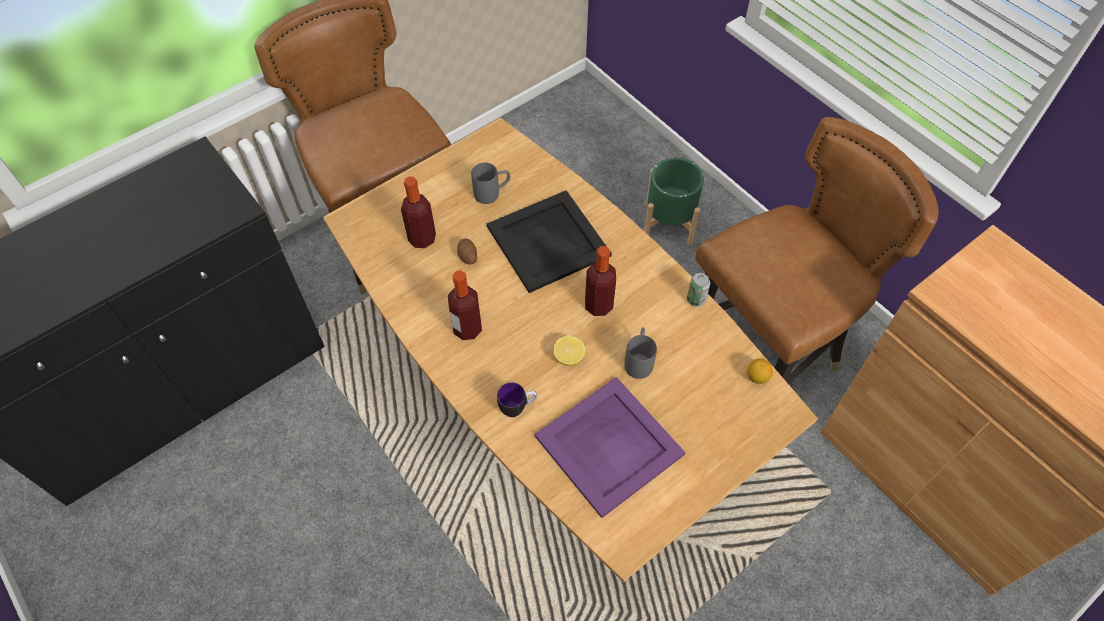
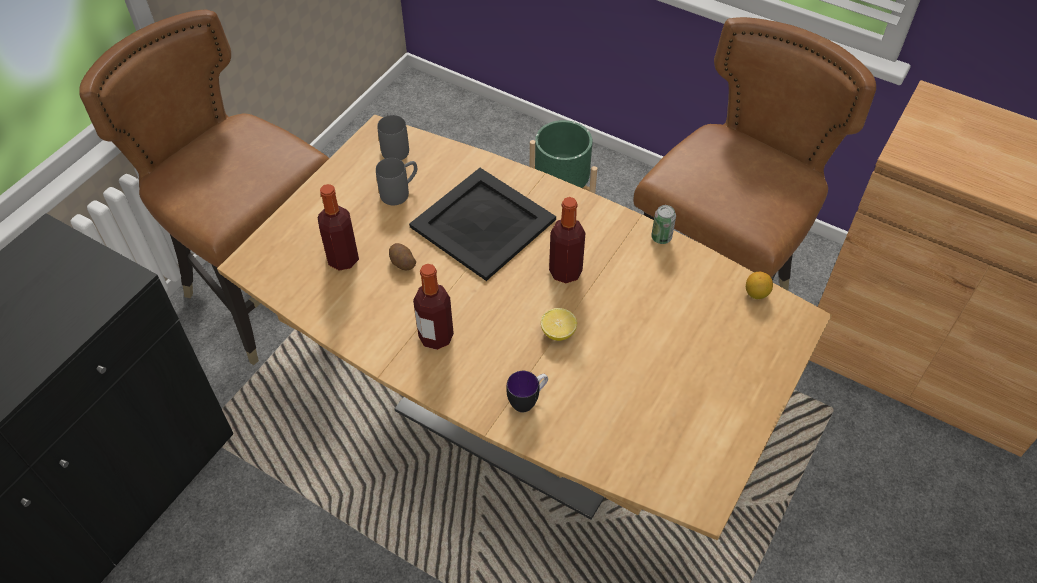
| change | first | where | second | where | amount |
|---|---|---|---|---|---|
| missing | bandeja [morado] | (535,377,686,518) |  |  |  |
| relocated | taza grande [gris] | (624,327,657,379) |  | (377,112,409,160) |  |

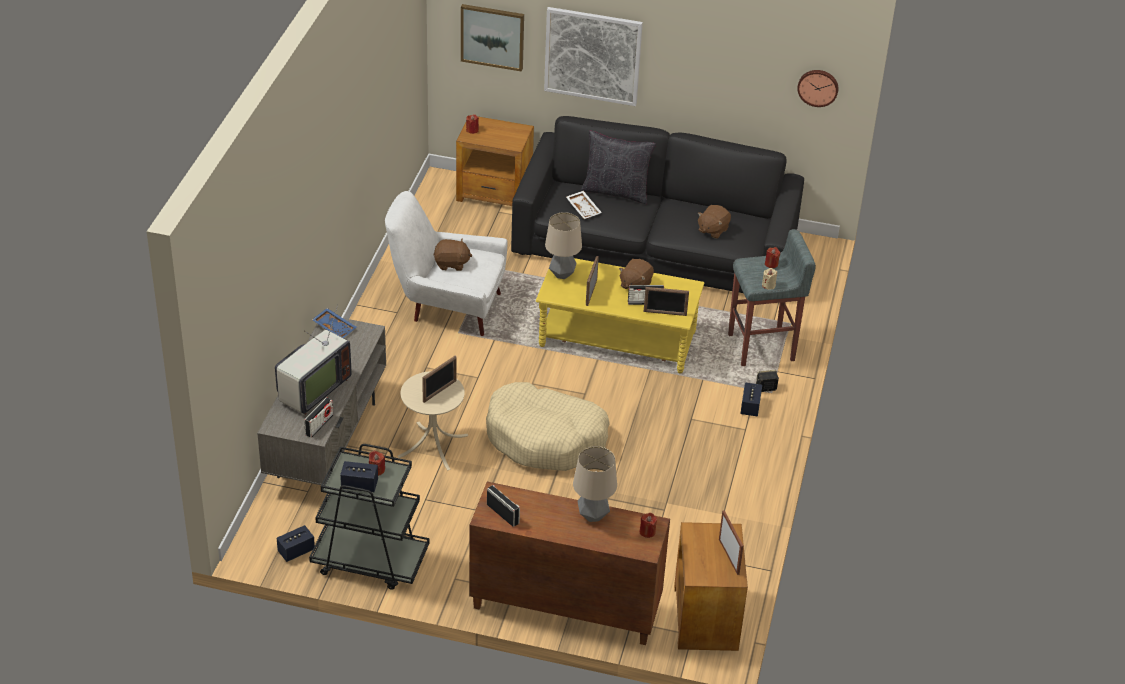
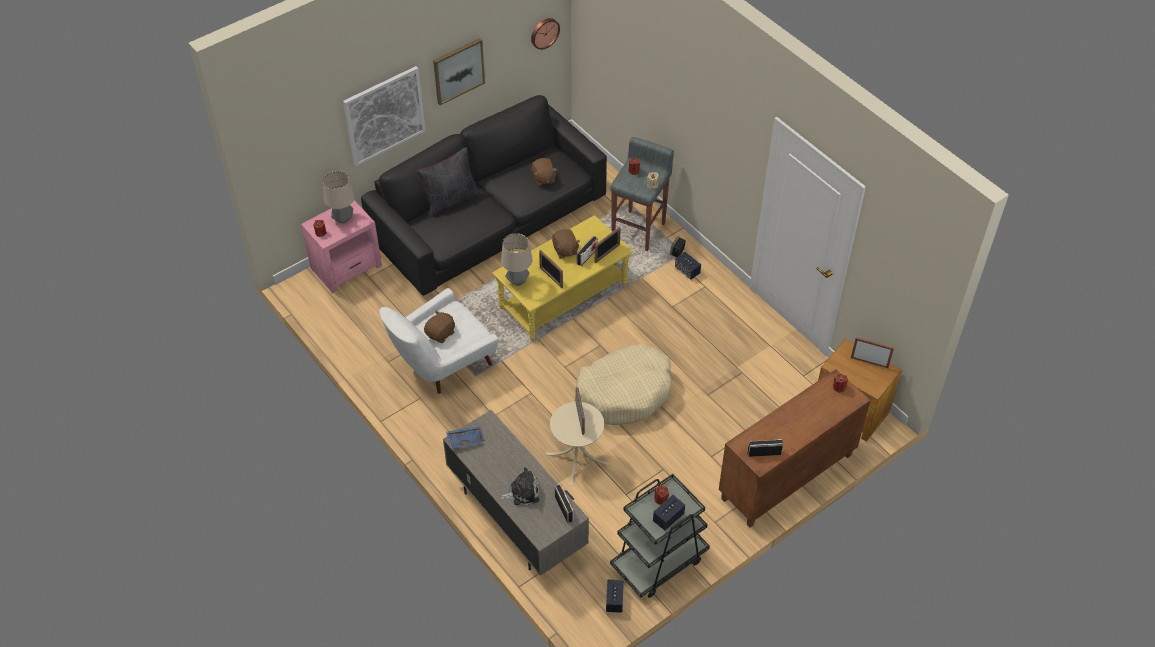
| change | first | where | second | where | amount |
|---|---|---|---|---|---|
| missing | bandeja [blanco] | (566,191,602,219) |  |  |  |
| relocated | cuadro | (461,4,524,72) |  | (433,38,485,105) |  |
| relocated | lámpara de mesa | (573,446,617,522) |  | (323,171,355,223) |  |
| exchanged | televisor | (275,305,351,415) | peluche | (500,467,539,505) |  |
| colour | mesa auxiliar [marrón] | (456,115,534,206) | mesa auxiliar [rosa] | (301,200,382,293) |  |

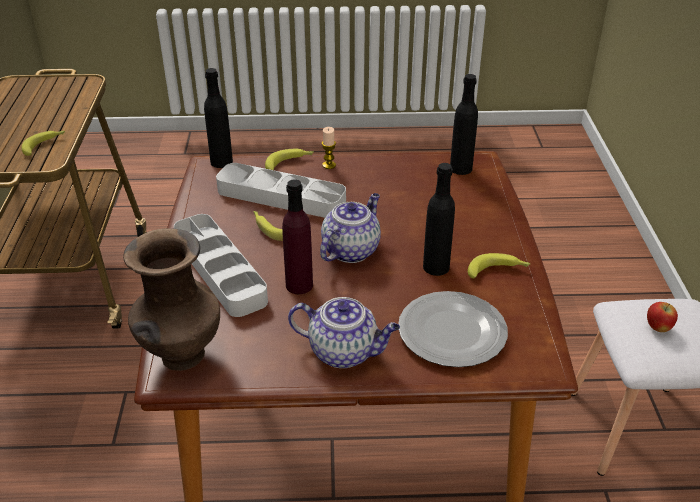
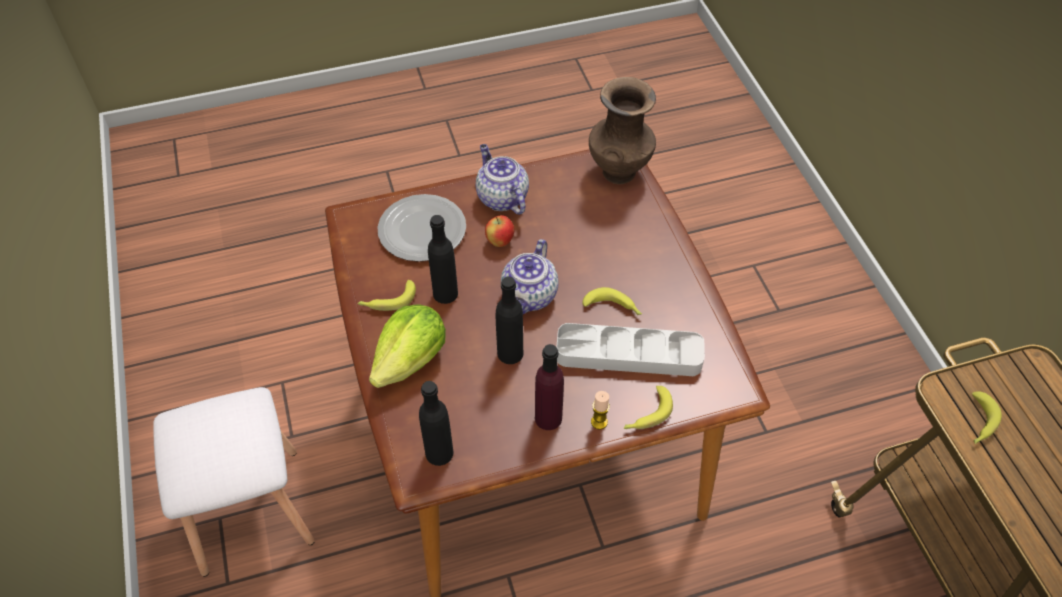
| change | first | where | second | where | amount |
|---|---|---|---|---|---|
| missing | bandeja [gris] | (174,214,268,317) |  |  |  |
| appeared |  |  | lechuga | (369,305,446,388) |  |
| relocated | botella [negro] | (204,68,233,168) |  | (496,277,523,364) |  |
| relocated | botella [morado] | (282,179,313,294) |  | (535,344,564,430) |  |
| relocated | manzana | (647,302,678,332) |  | (485,215,515,247) |  |
| spun | tetera | (288,297,400,368) |  | (476,144,529,215) | 60 degrees clockwise |

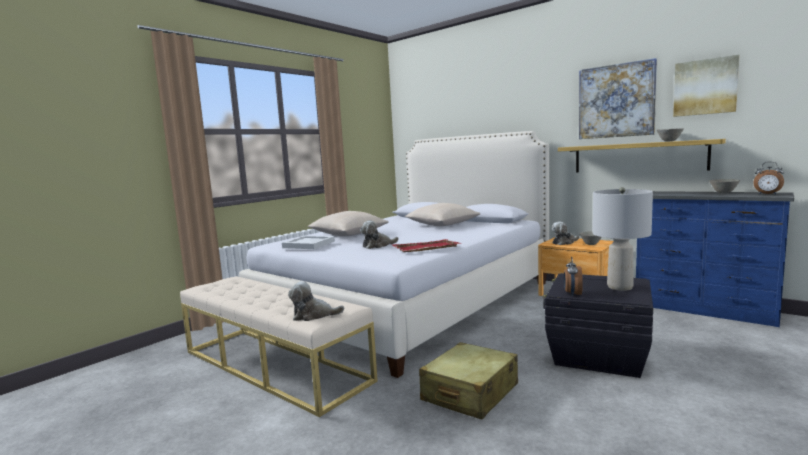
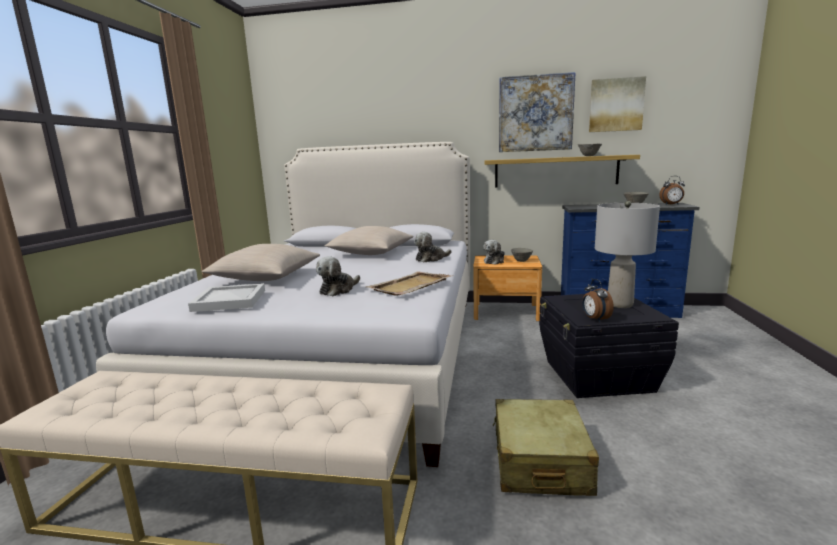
| change | first | where | second | where | amount |
|---|---|---|---|---|---|
| relocated | peluche | (288,281,344,321) |  | (414,232,451,263) |  |
| colour | bandeja [rojo] | (392,239,462,252) | bandeja [beis] | (366,271,452,296) |  |

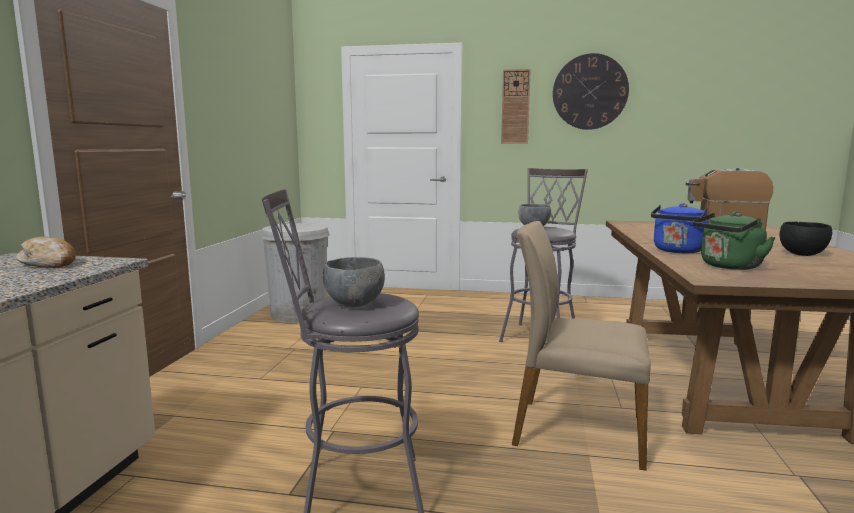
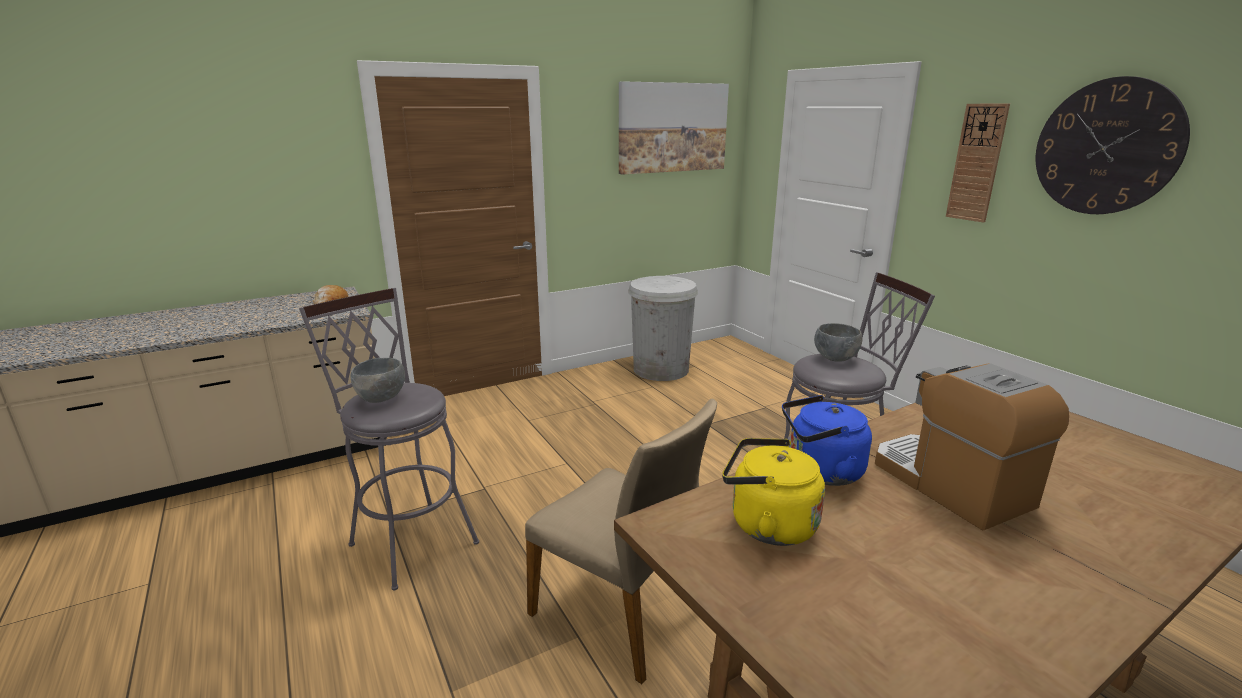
| change | first | where | second | where | amount |
|---|---|---|---|---|---|
| missing | cuenco [negro] | (779,222,832,256) |  |  |  |
| appeared |  |  | cuadro | (619,81,729,175) |  |
| colour | hervidor [verde] | (693,212,776,270) | hervidor [amarillo] | (722,438,825,546) |  |
| spun | silla [beis] | (512,221,651,471) |  | (525,399,717,684) | 150 degrees clockwise |

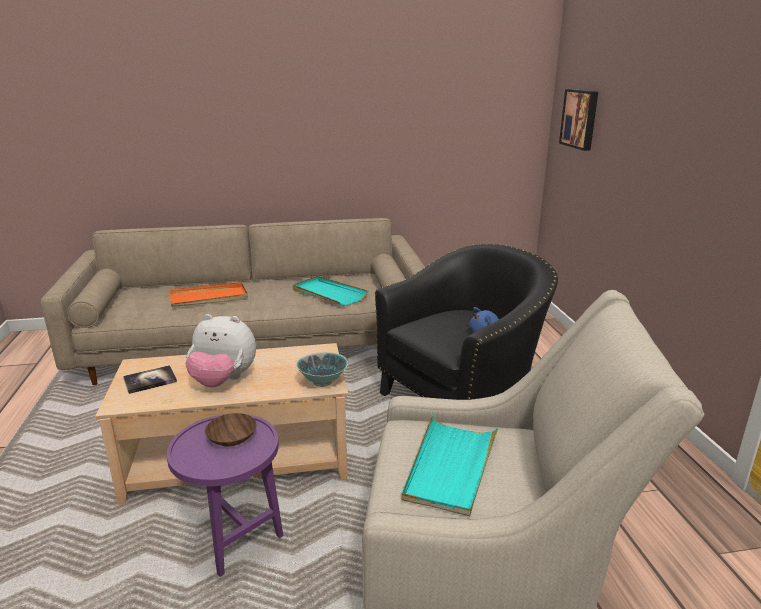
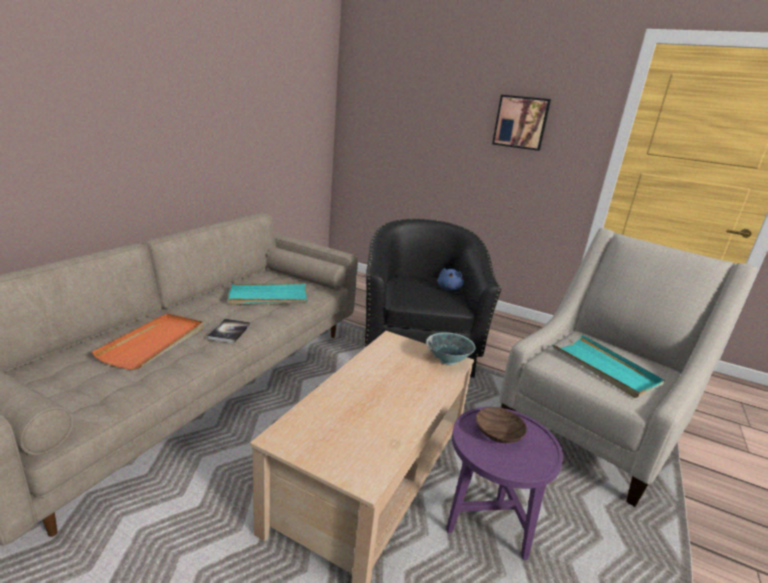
| change | first | where | second | where | amount |
|---|---|---|---|---|---|
| missing | peluche | (185,314,256,387) |  |  |  |
| relocated | libro | (123,365,177,394) |  | (207,319,250,343) |  |
| relocated | cuadro | (559,89,598,151) |  | (492,95,551,151) |  |

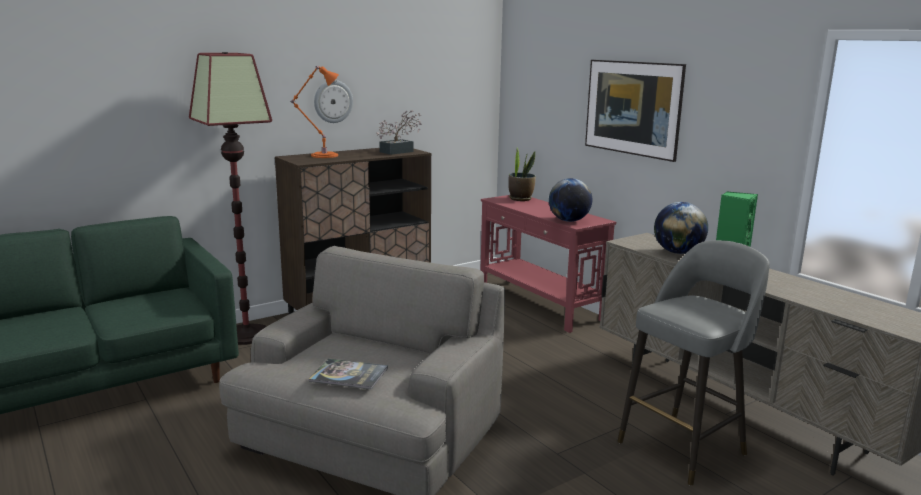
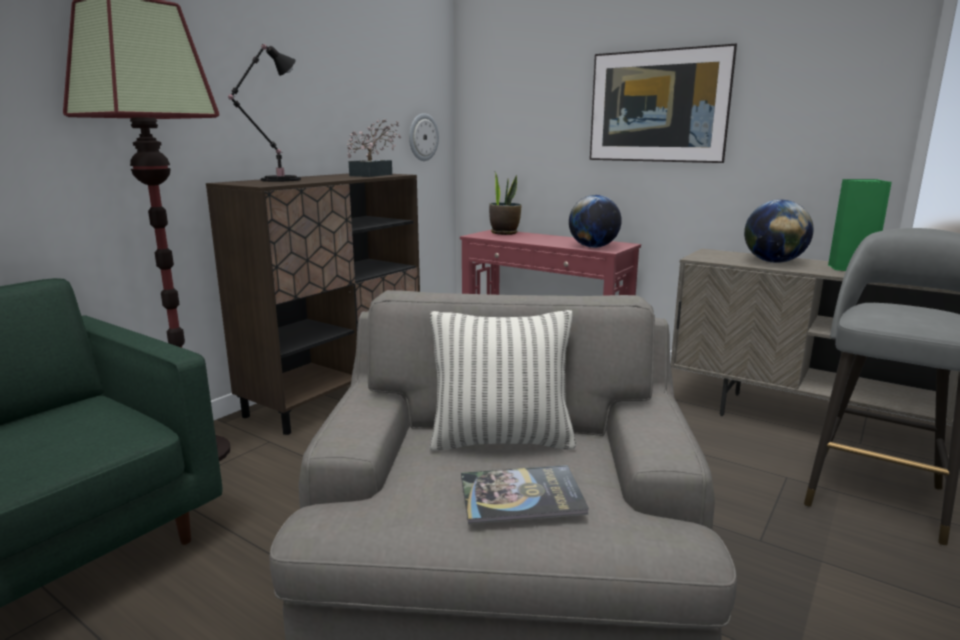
| change | first | where | second | where | amount |
|---|---|---|---|---|---|
| appeared |  |  | cojín | (430,310,576,451) |  |
| relocated | reloj de pared | (314,80,353,123) |  | (409,113,439,161) |  |
| colour | lámpara de mesa [naranja] | (291,66,339,158) | lámpara de mesa [negro] | (228,44,301,182) |  |

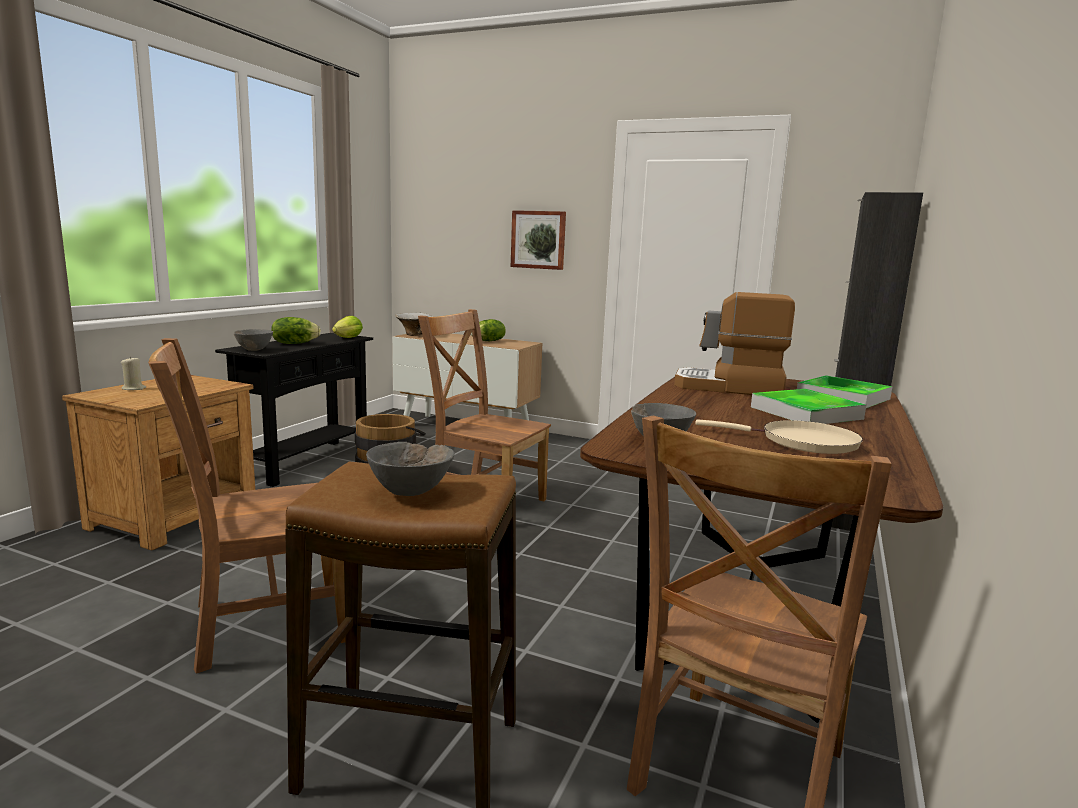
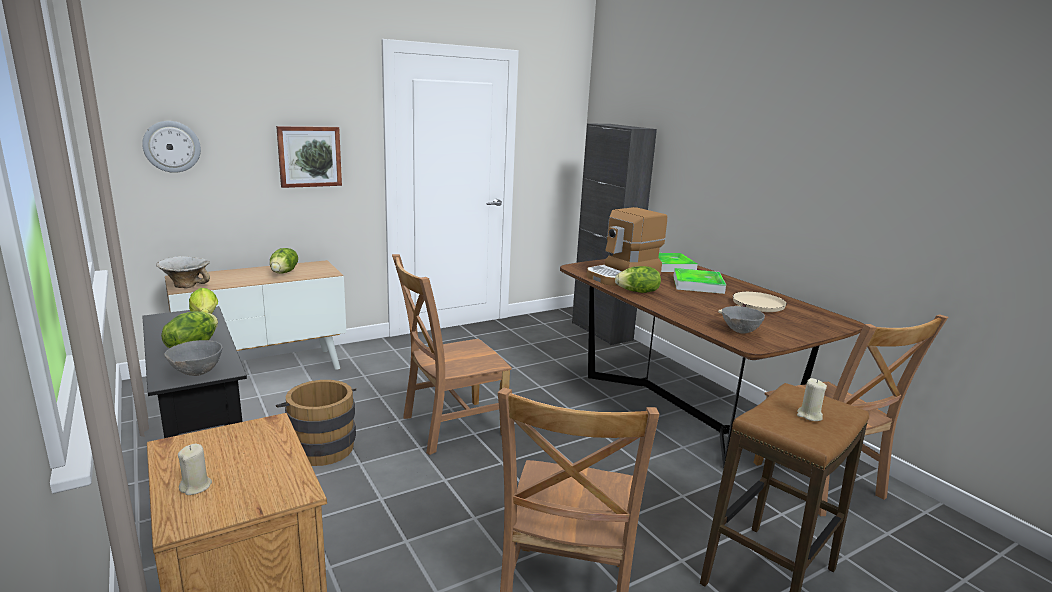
| change | first | where | second | where | amount |
|---|---|---|---|---|---|
| appeared |  |  | reloj de pared | (142,121,201,173) |  |
| appeared |  |  | lechuga | (615,266,661,293) |  |
| exchanged | cuenco [gris] | (366,442,455,496) | vela [beis] | (797,378,827,421) |  |

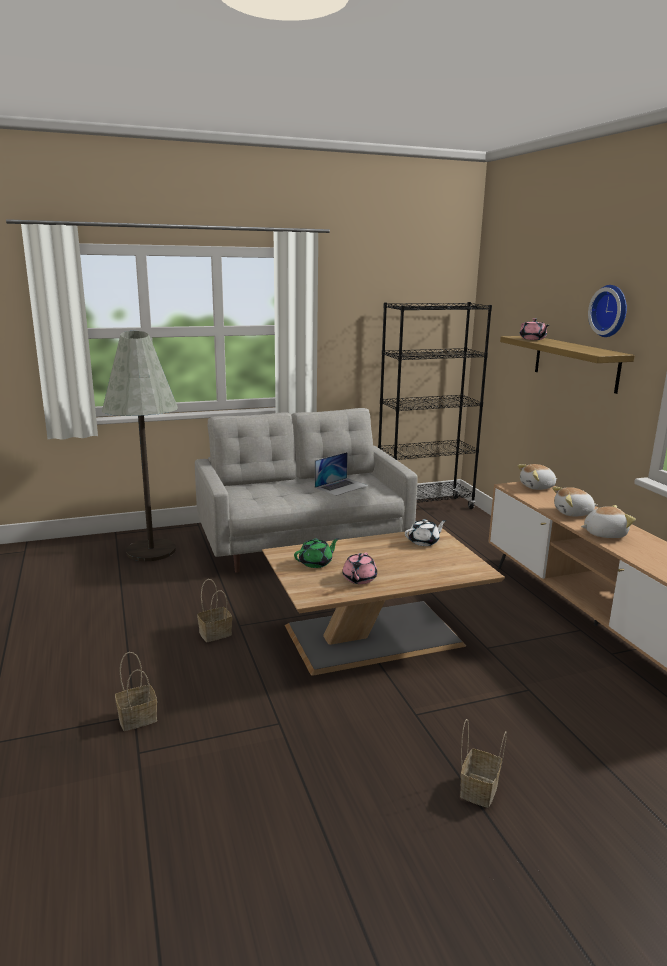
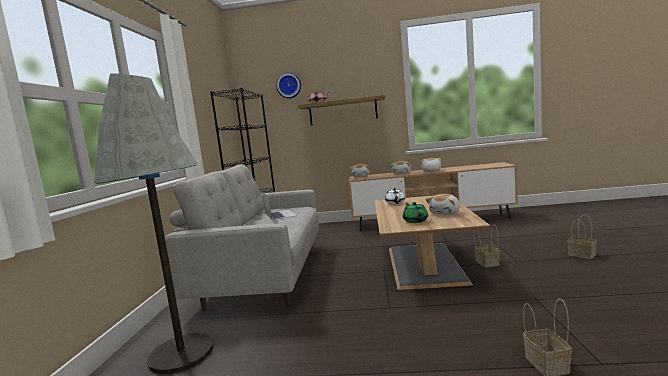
| change | first | where | second | where | amount |
|---|---|---|---|---|---|
| relocated | cesta | (197,579,232,642) |  | (474,224,500,267) |  |
| relocated | reloj de pared | (588,285,627,337) |  | (276,73,301,99) |  |
| exchanged | tetera [rosa] | (342,552,377,584) | peluche | (425,194,460,215) |  |

